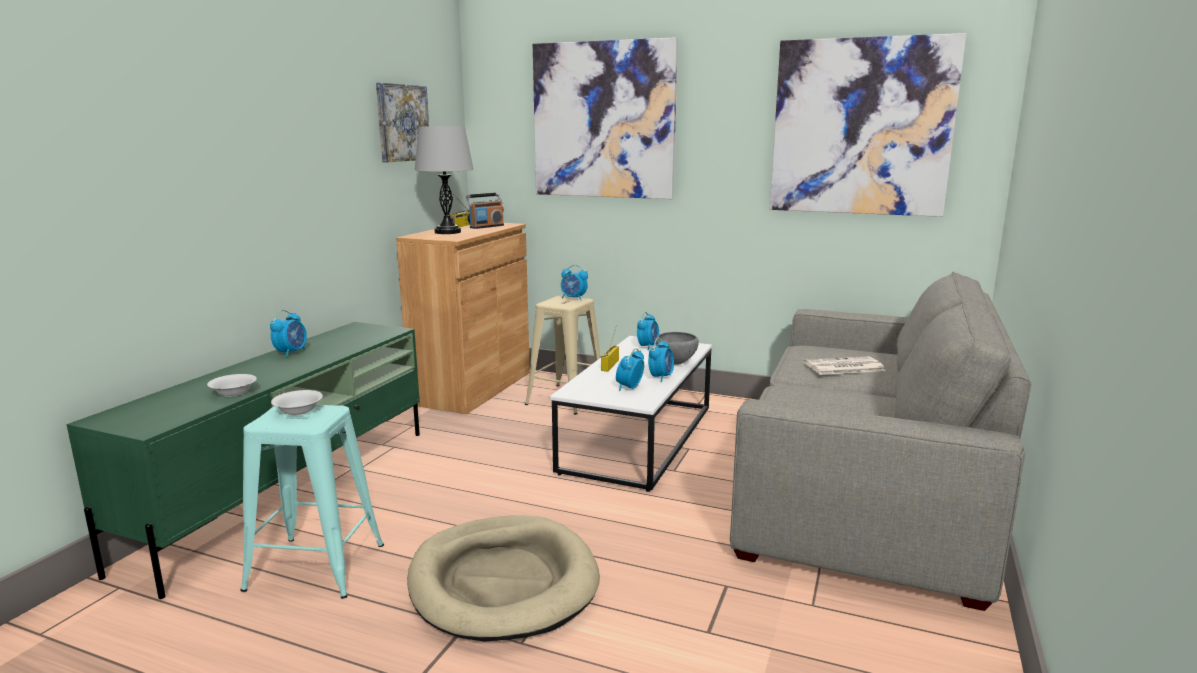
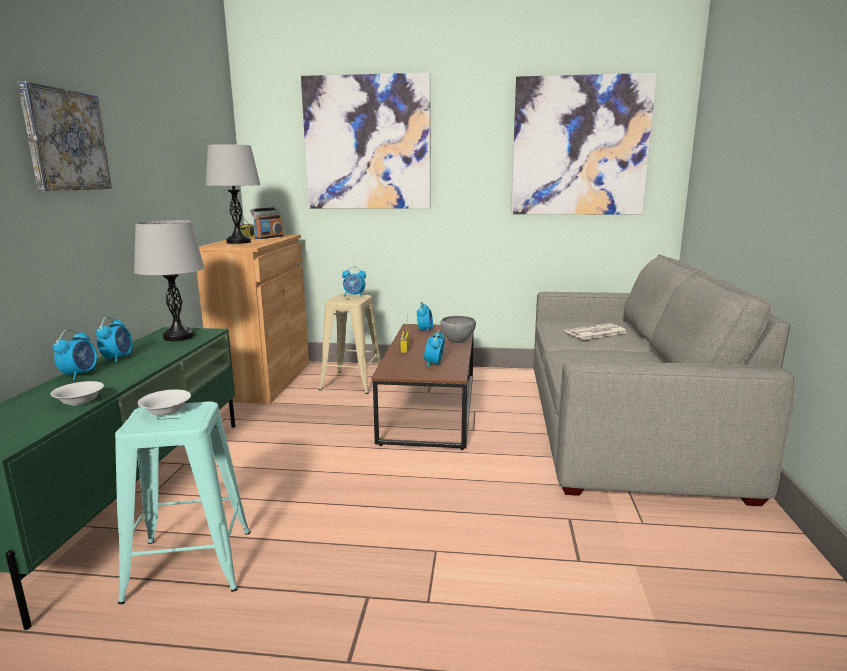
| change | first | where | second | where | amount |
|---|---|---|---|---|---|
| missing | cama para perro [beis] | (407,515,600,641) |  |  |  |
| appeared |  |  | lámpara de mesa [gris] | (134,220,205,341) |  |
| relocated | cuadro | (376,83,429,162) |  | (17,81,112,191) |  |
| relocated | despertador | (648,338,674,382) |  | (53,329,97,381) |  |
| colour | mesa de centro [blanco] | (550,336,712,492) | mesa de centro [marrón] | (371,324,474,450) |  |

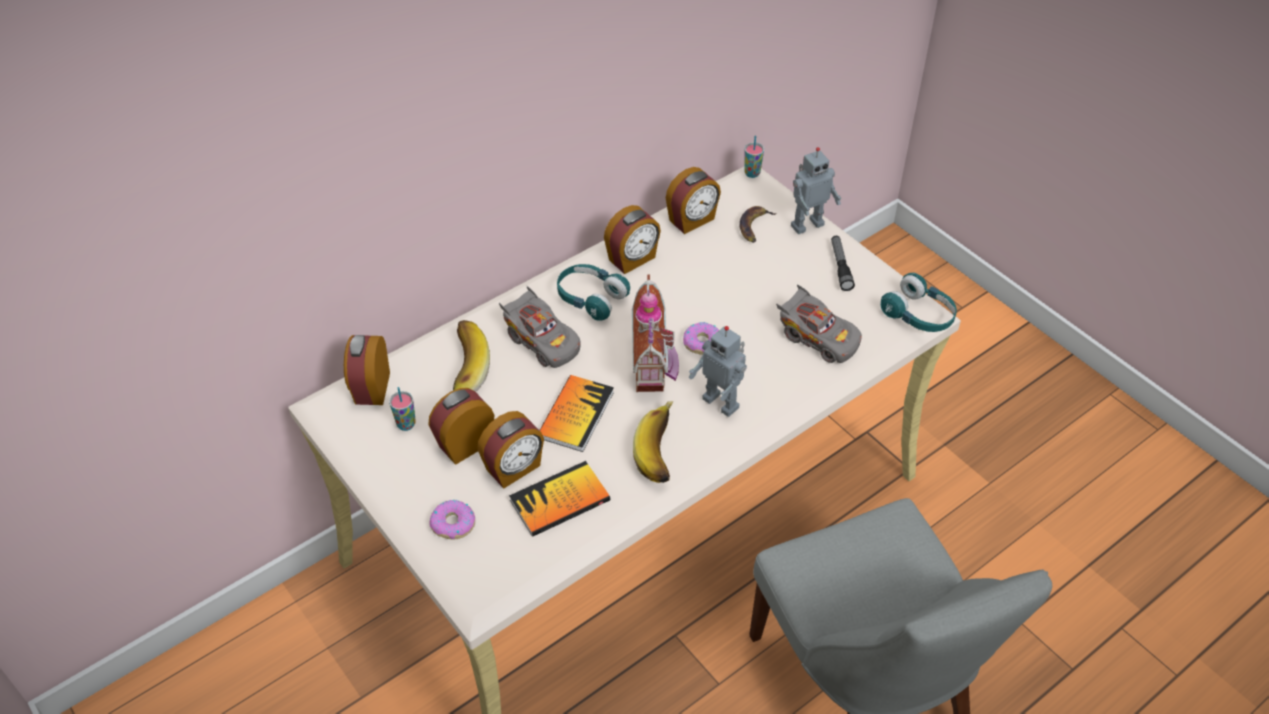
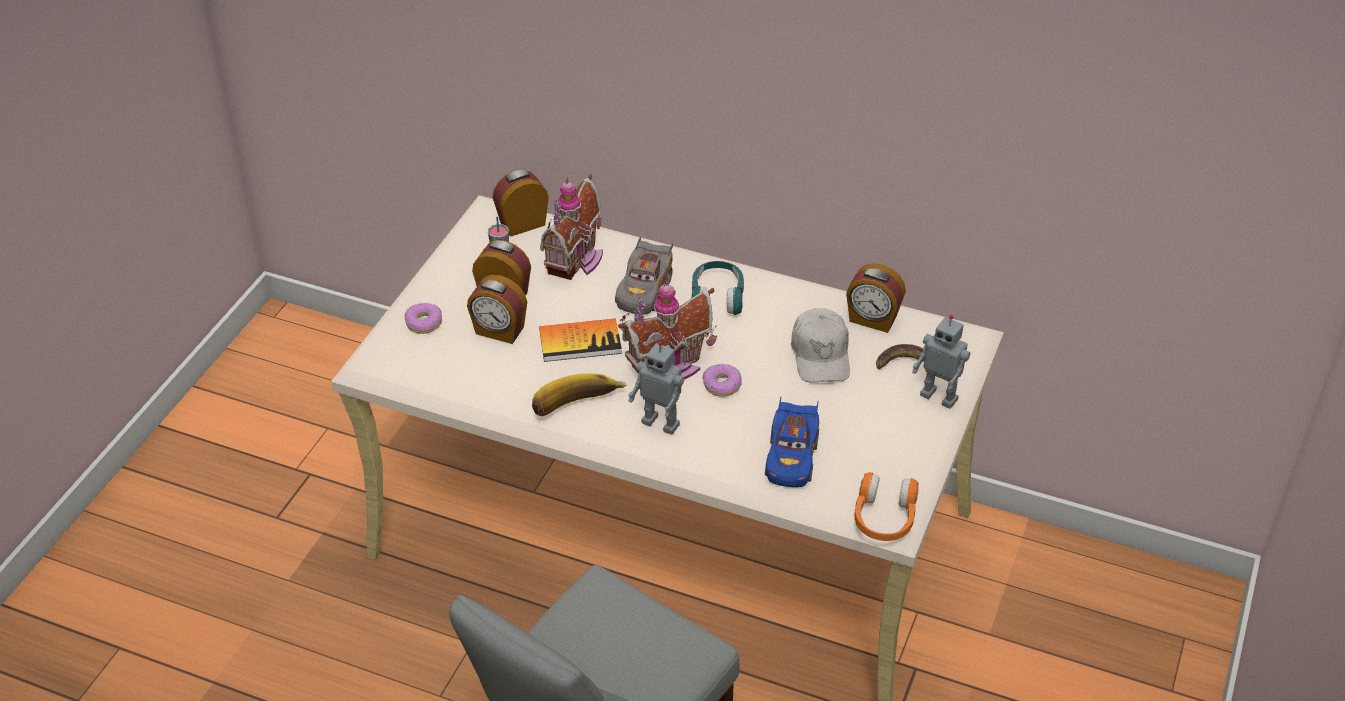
| change | first | where | second | where | amount |
|---|---|---|---|---|---|
| missing | libro | (509,461,610,537) |  |  |  |
| missing | despertador | (604,205,661,274) |  |  |  |
| missing | taza | (744,136,764,178) |  |  |  |
| missing | linterna | (831,236,855,291) |  |  |  |
| appeared |  |  | gorra [blanco] | (791,308,850,382) |  |
| exchanged | plátano | (453,320,490,392) | casita | (540,174,603,280) |  |
| colour | coche de juguete [gris] | (776,284,862,363) | coche de juguete [azul] | (765,396,819,487) |  |
| colour | auriculares [turquesa] | (881,273,957,332) | auriculares [naranja] | (855,472,919,541) |  |
| spun | robot de juguete | (689,326,747,417) |  | (628,341,684,435) | 75 degrees counterclockwise |

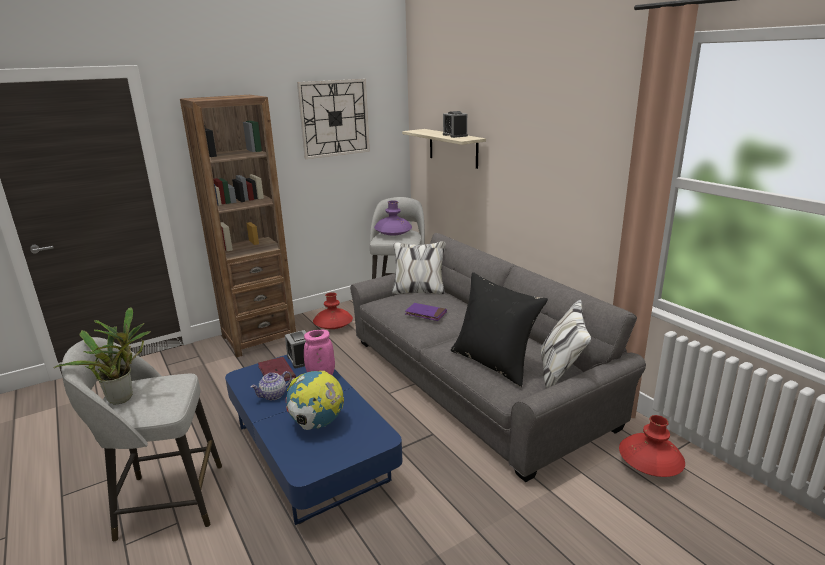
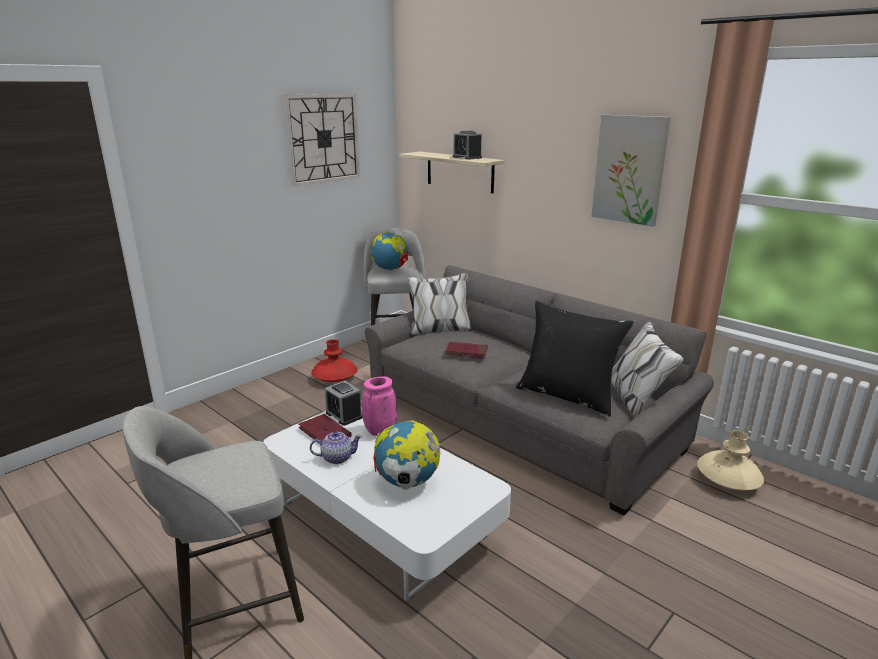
| change | first | where | second | where | amount |
|---|---|---|---|---|---|
| missing | planta en maceta | (54,307,151,404) |  |  |  |
| missing | estantería [marrón] | (180,95,296,357) |  |  |  |
| appeared |  |  | cuadro | (591,115,670,227) |  |
| exchanged | florero [morado] | (374,200,412,236) | globo terráqueo | (370,232,408,271) |  |
| colour | mesa de centro [azul] | (225,355,403,525) | mesa de centro [blanco] | (263,406,511,601) |  |
| colour | libro [morado] | (405,303,447,321) | libro [rojo] | (445,342,488,359) |  |
| colour | florero [rojo] | (619,415,685,477) | florero [beis] | (697,430,764,491) |  |
| spun | tetera | (250,371,292,400) |  | (310,431,362,464) | 135 degrees counterclockwise |

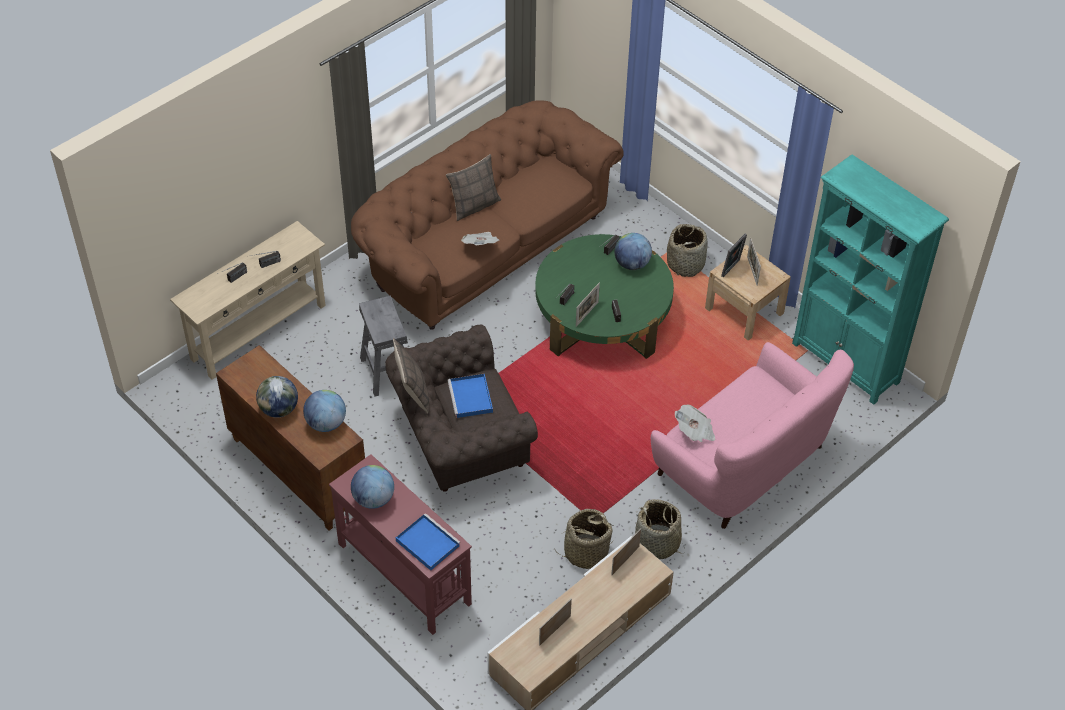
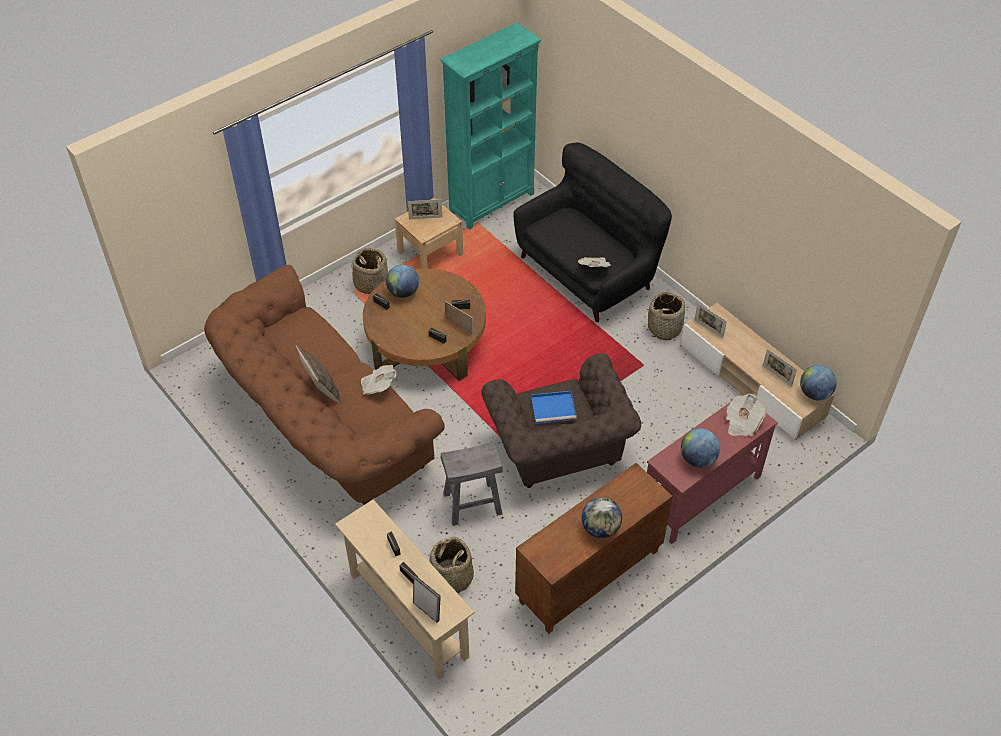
| change | first | where | second | where | amount |
|---|---|---|---|---|---|
| missing | cojín | (393,338,429,413) |  |  |  |
| relocated | globo terráqueo | (303,390,346,432) |  | (800,365,837,400) |  |
| relocated | cesta | (554,509,613,569) |  | (429,537,474,593) |  |
| relocated | portarretratos | (721,234,747,277) |  | (413,576,441,623) |  |
| exchanged | bandeja [azul] | (396,513,461,571) | periódico | (726,394,766,436) |  |
| colour | mesa de centro [verde] | (535,234,674,359) | mesa de centro [marrón] | (363,269,486,381) |  |
| colour | sofá [rosa] | (651,342,854,529) | sofá [negro] | (513,143,672,322) |  |

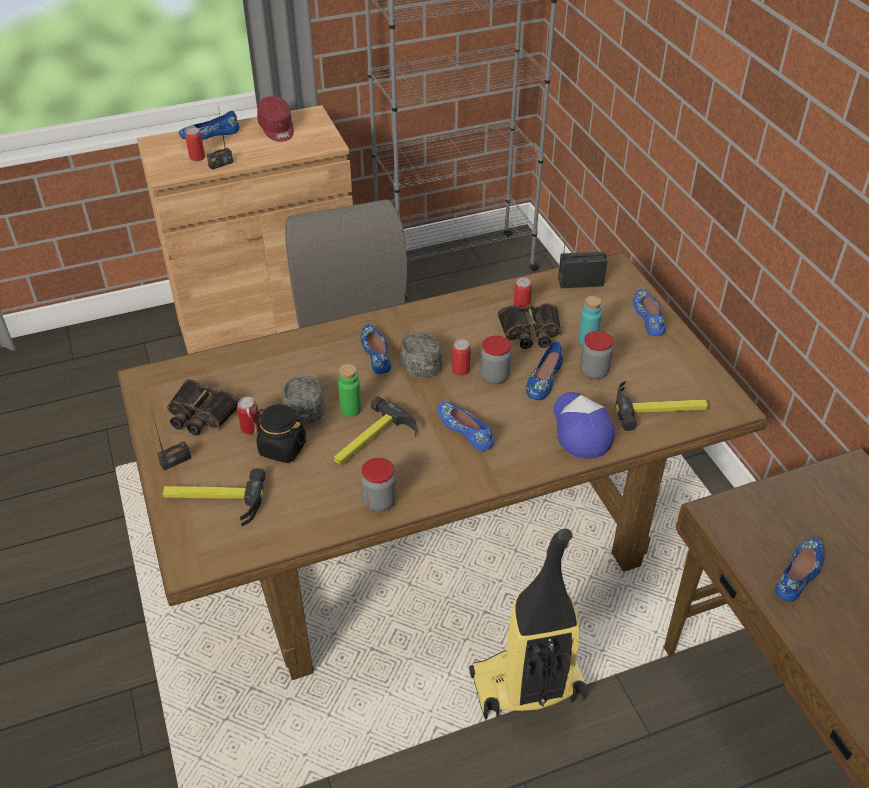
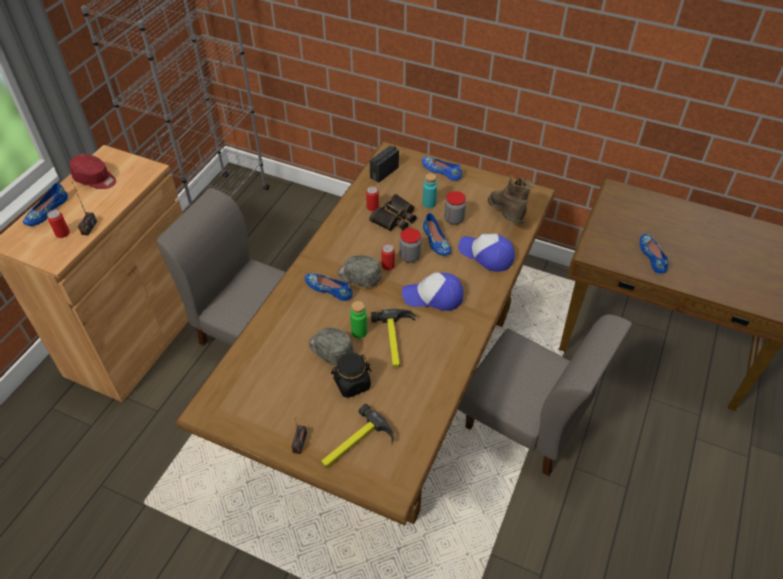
| change | first | where | second | where | amount |
|---|---|---|---|---|---|
| missing | prismáticos | (167,379,240,436) |  |  |  |
| missing | lata | (237,397,261,434) |  |  |  |
| missing | tarro | (361,458,397,512) |  |  |  |
| exchanged | zapato [azul] | (437,401,494,451) | gorra | (402,272,464,311) |  |
| exchanged | aspiradora | (469,529,587,720) | silla [gris] | (458,314,632,476) |  |
| exchanged | martillo | (615,381,708,431) | bota [marrón] | (488,175,533,223) |  |

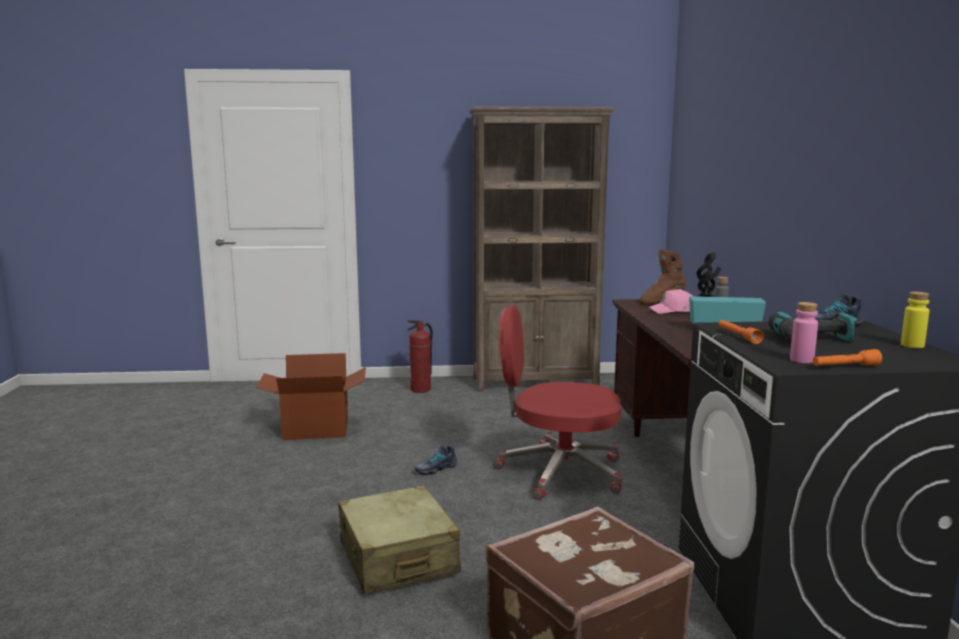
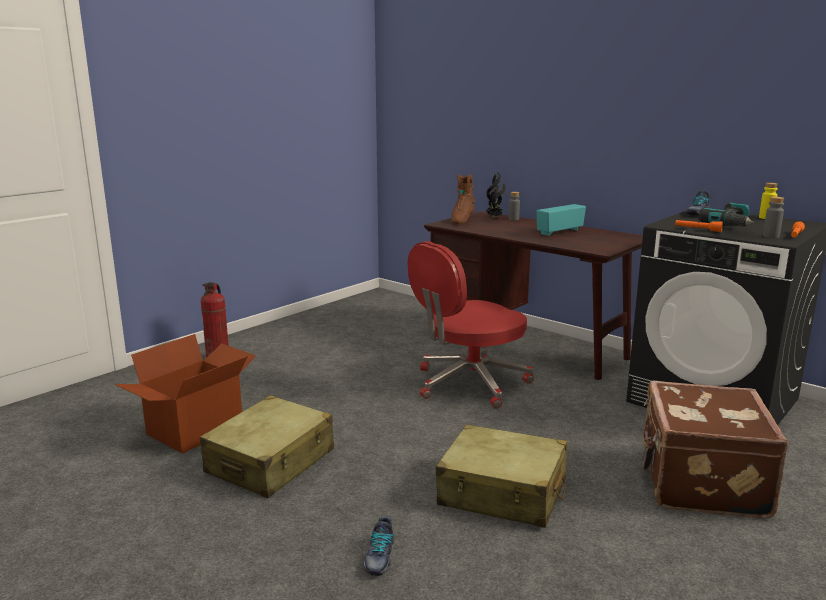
| change | first | where | second | where | amount |
|---|---|---|---|---|---|
| missing | estantería [marrón] | (469,106,615,392) |  |  |  |
| missing | gorra [rosa] | (648,289,692,314) |  |  |  |
| appeared |  |  | maleta [beis] | (200,395,334,498) |  |
| relocated | zapato | (415,445,457,475) |  | (362,516,394,576) |  |
| colour | botella [rosa] | (790,302,818,363) | botella [gris] | (763,197,784,238) |  |

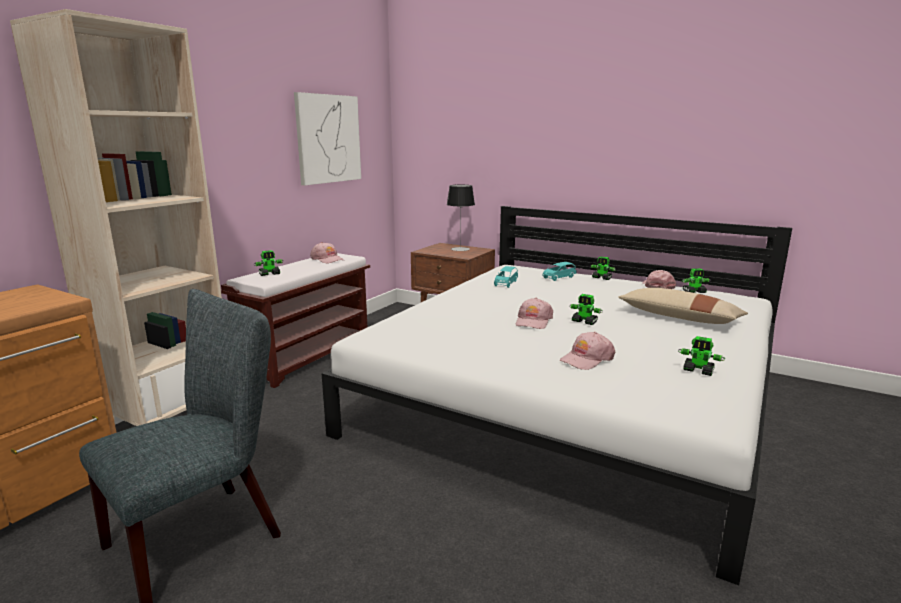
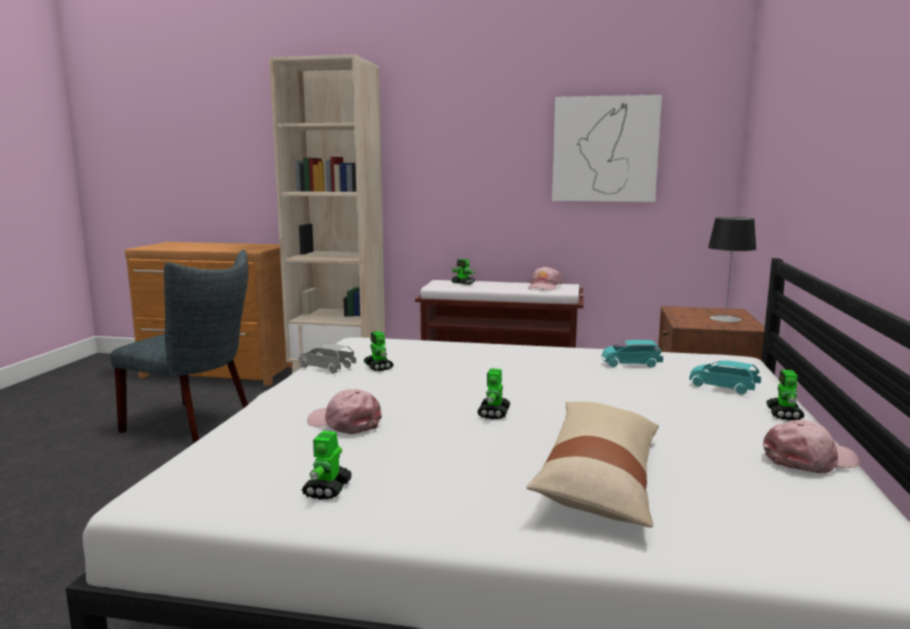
| change | first | where | second | where | amount |
|---|---|---|---|---|---|
| missing | gorra [rosa] | (516,298,553,329) |  |  |  |
| appeared |  |  | coche de juguete [gris] | (299,344,356,373) |  |
| relocated | robot de juguete | (682,268,710,293) |  | (364,331,394,371) |  |

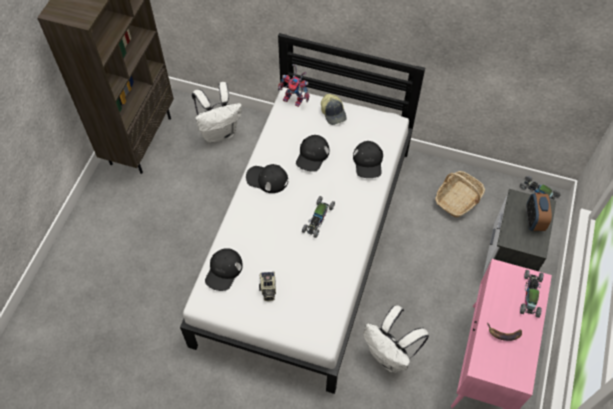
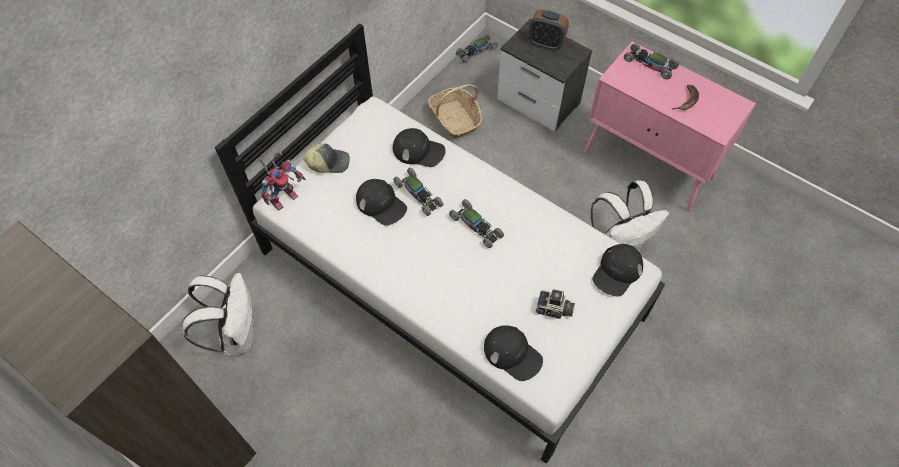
| change | first | where | second | where | amount |
|---|---|---|---|---|---|
| appeared |  |  | coche de juguete | (393,168,443,216) |  |
| relocated | gorra [negro] | (246,164,288,193) |  | (592,244,643,296) |  |

